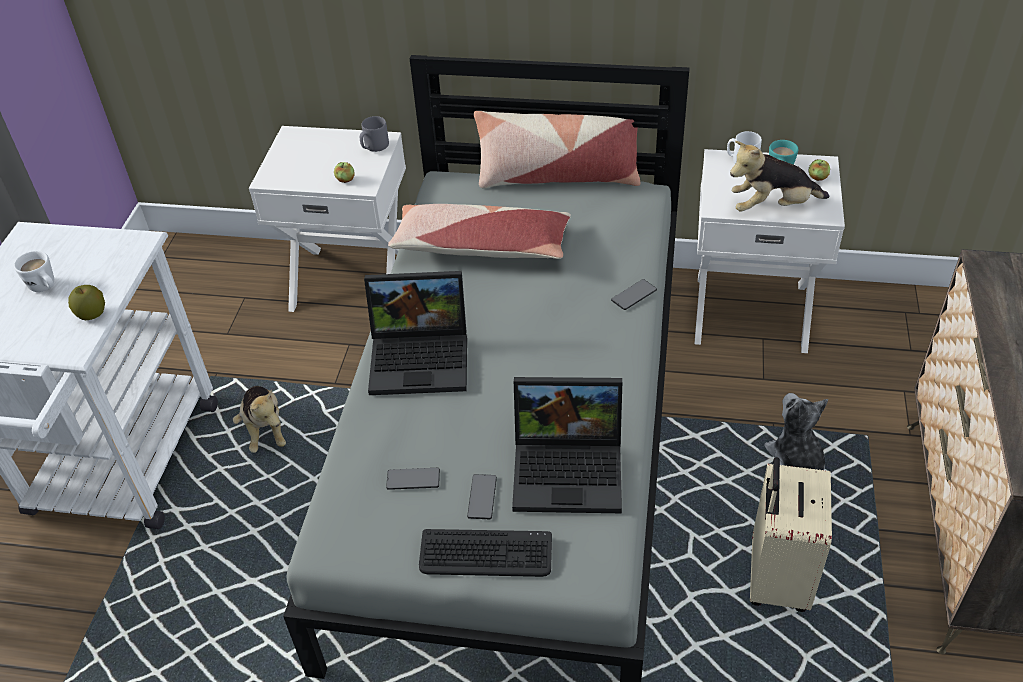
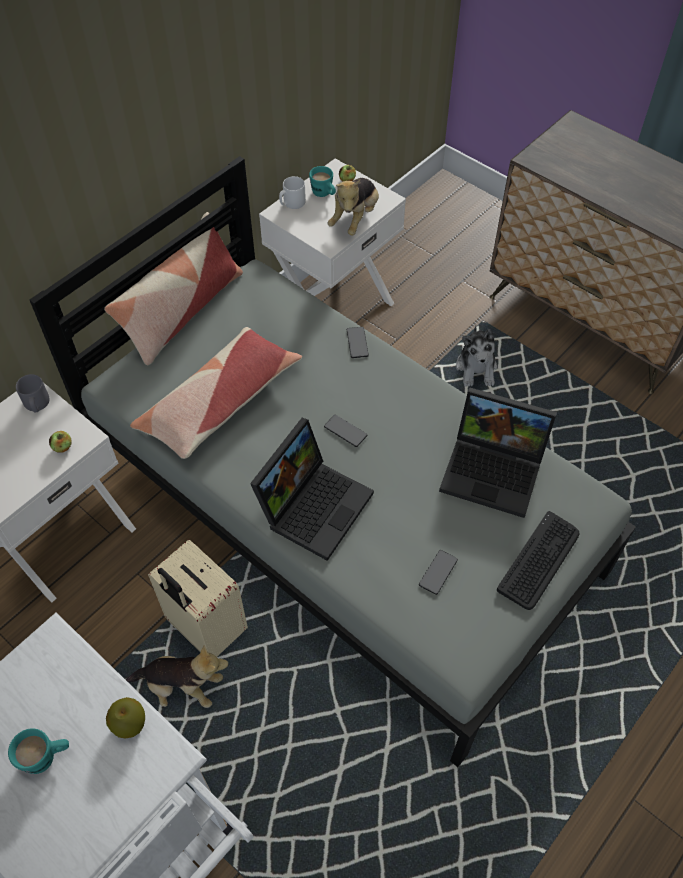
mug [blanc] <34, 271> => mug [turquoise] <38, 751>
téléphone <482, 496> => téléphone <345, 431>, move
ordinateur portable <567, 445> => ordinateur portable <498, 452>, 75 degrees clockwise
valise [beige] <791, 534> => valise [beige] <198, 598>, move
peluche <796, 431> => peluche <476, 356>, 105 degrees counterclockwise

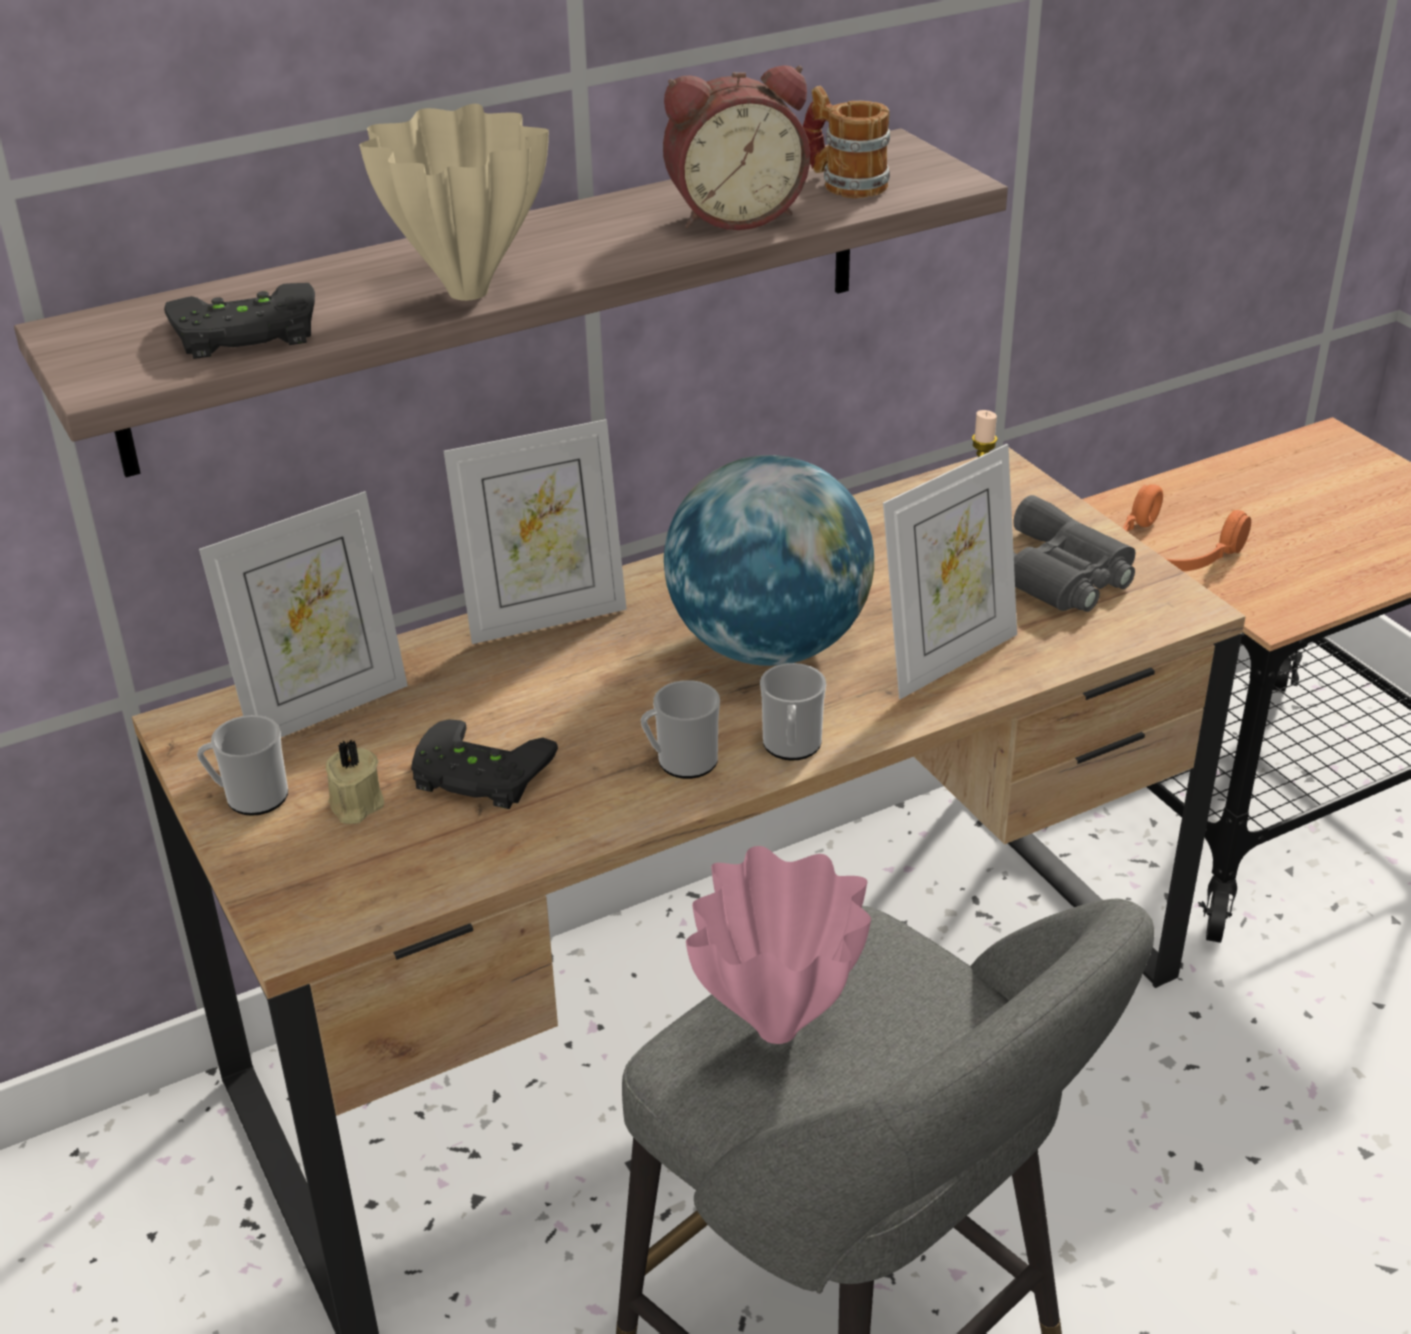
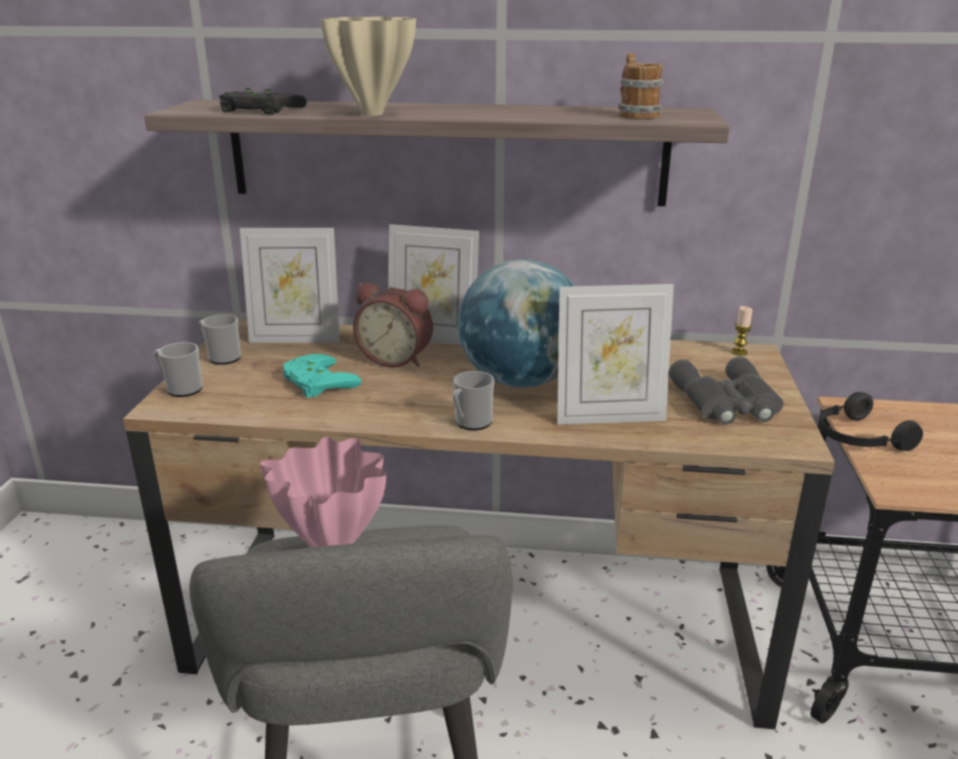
bougie [beige] <355, 781> => nothing
manette [noir] <484, 764> => manette [turquoise] <322, 376>
mug <680, 729> => mug <178, 369>, move
réveil <736, 147> => réveil <393, 325>, move
casque audio [orange] <1187, 527> => casque audio [noir] <870, 421>

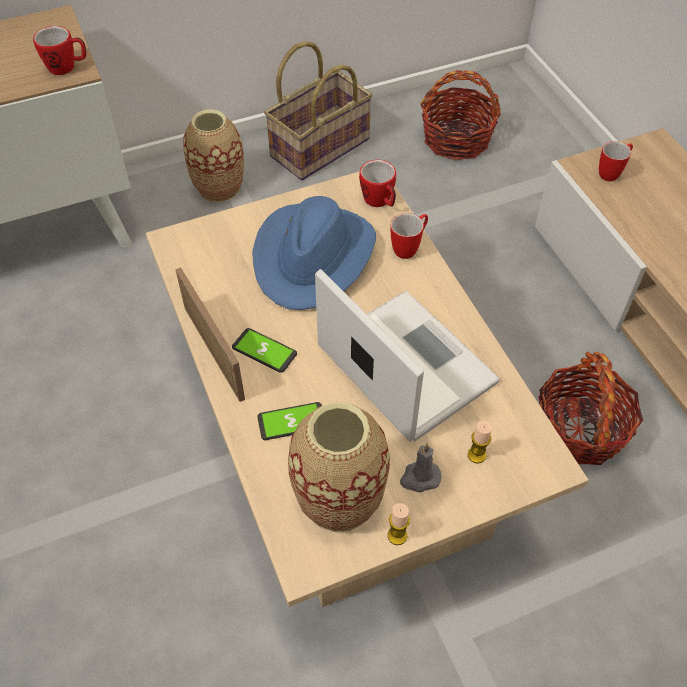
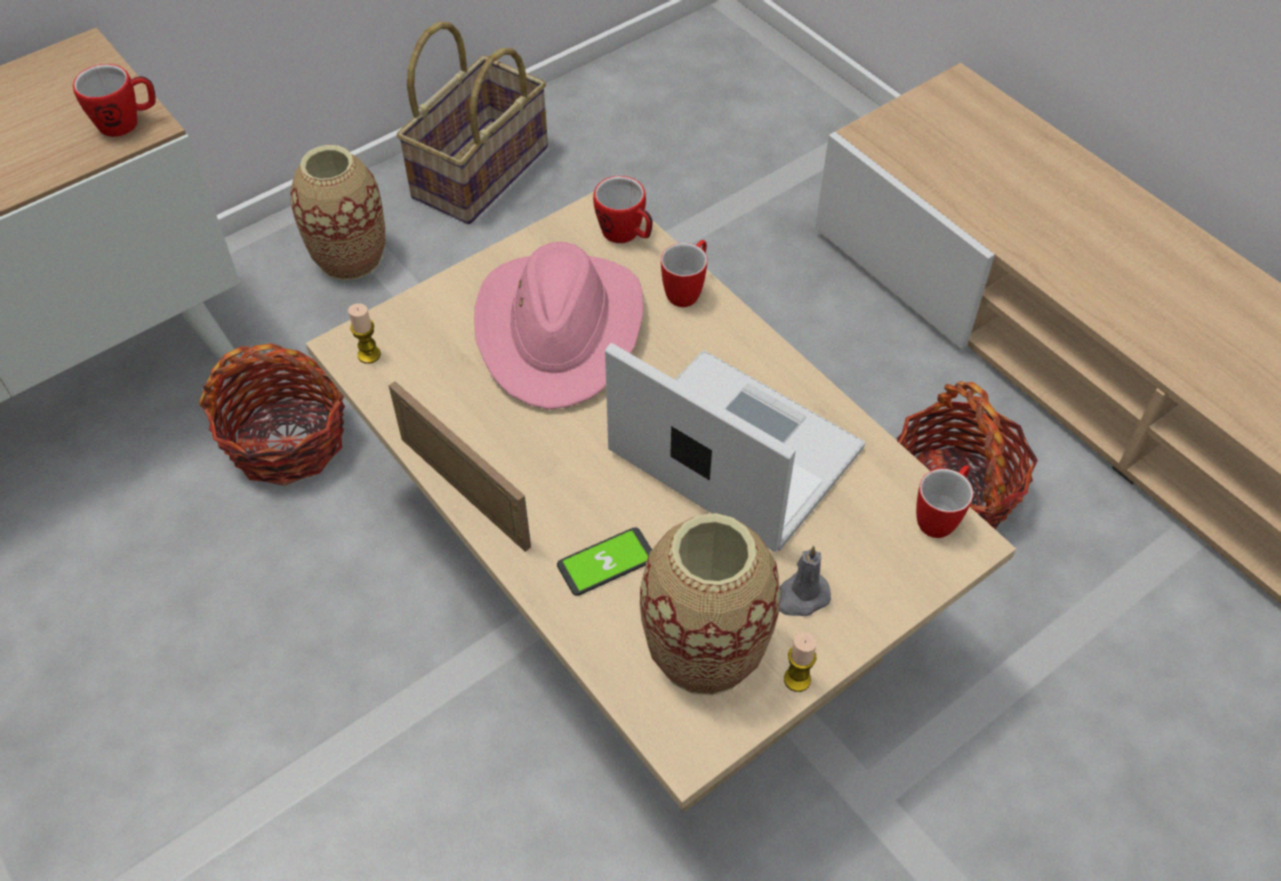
téléphone <264, 350> => nothing
chapeau [bleu] <314, 253> => chapeau [rose] <558, 326>
panier <460, 115> => panier <272, 414>, move
bougie <480, 442> => bougie <364, 333>, move
mug <616, 161> => mug <944, 501>, move

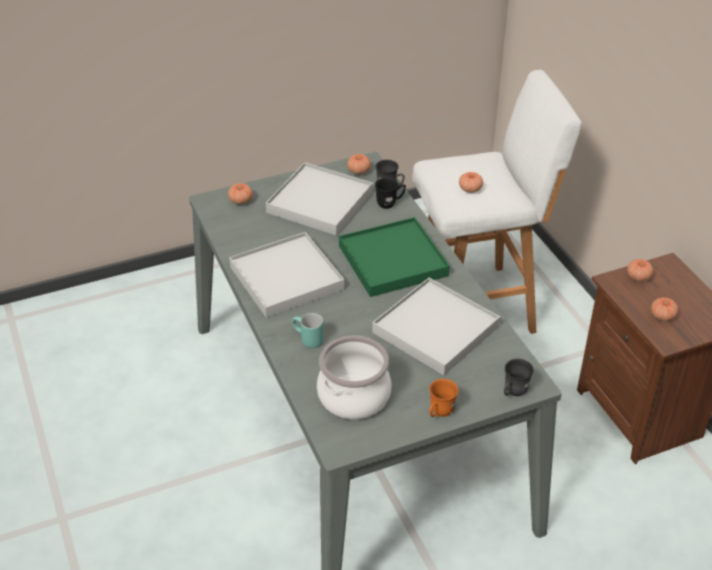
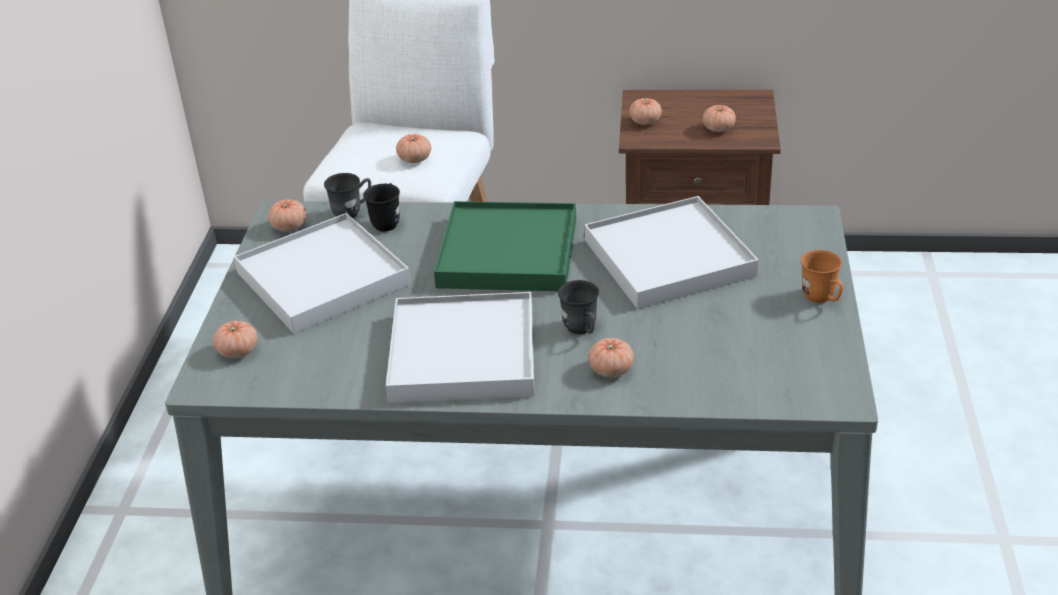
mug [turquoise] <308, 330> => tomate <611, 357>
marmite <354, 377> => nothing
mug [gris] <519, 377> => mug [gris] <578, 307>, move

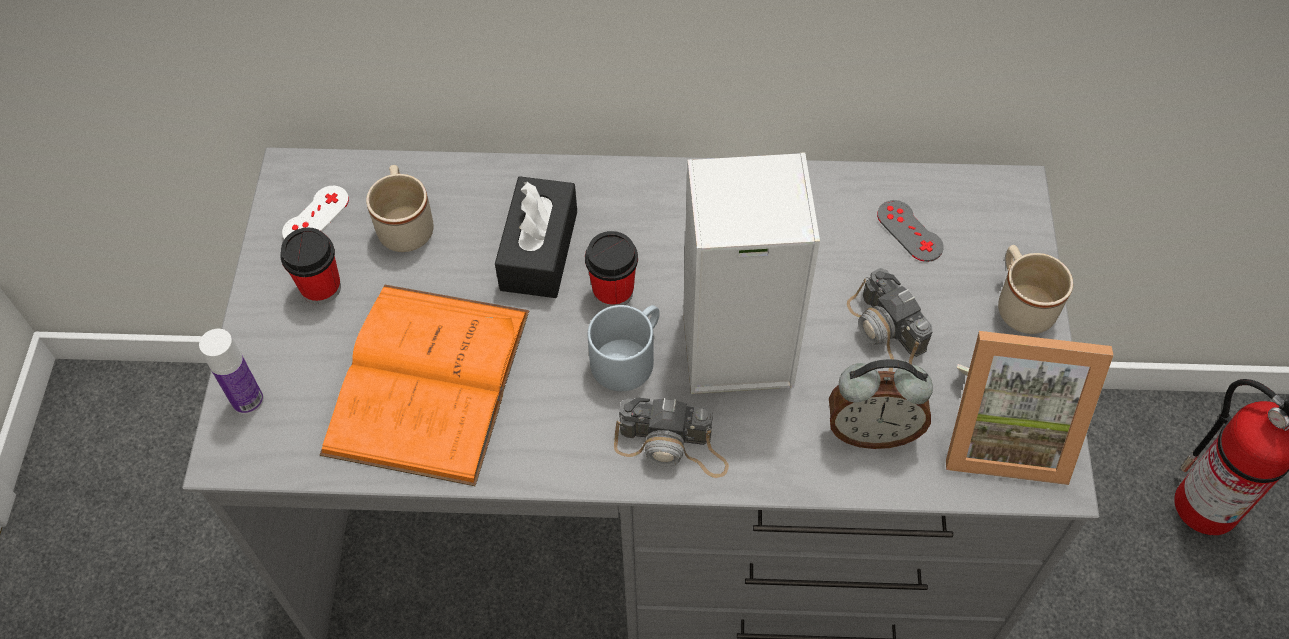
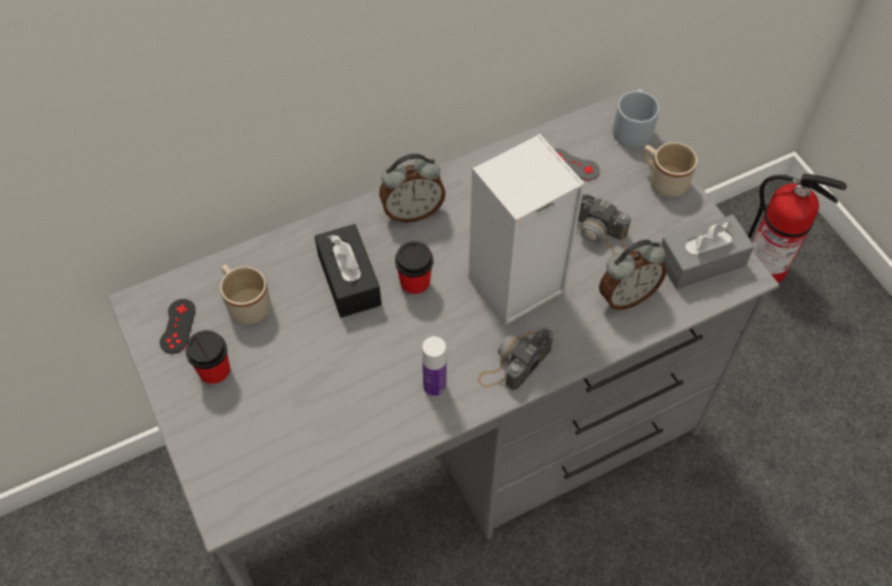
bouteille <231, 372> => bouteille <434, 366>, move
manette [blanc] <315, 212> => manette [noir] <178, 326>
livre [orange] <424, 385> => nothing
mug [gris] <624, 348> => mug [gris] <636, 118>, move
appareil photo <671, 437> => appareil photo <515, 359>, 150 degrees clockwise
cadre photo <1030, 408> => boîte à mouchoirs [gris] <707, 252>
nothing => réveil <412, 188>

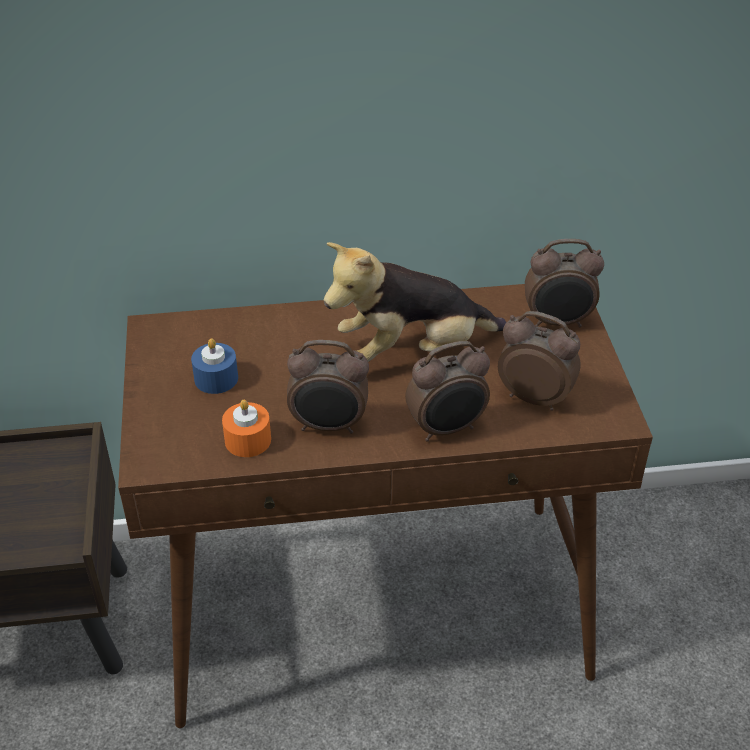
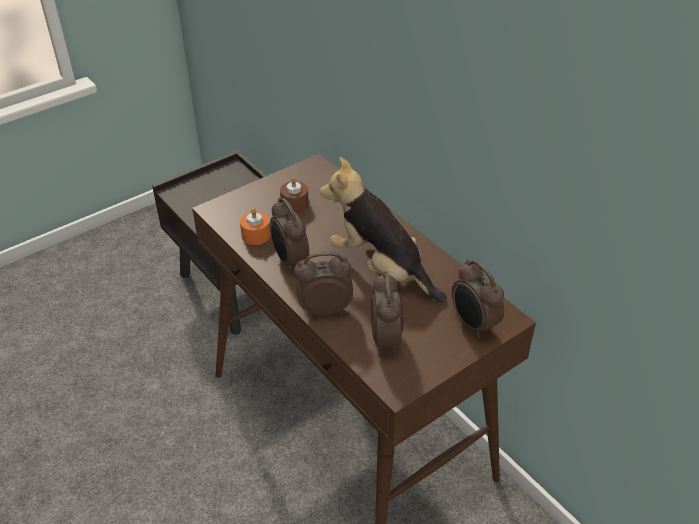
bougie [bleu] <214, 366> => bougie [marron] <294, 195>
réveil <447, 391> => réveil <323, 284>, 135 degrees clockwise

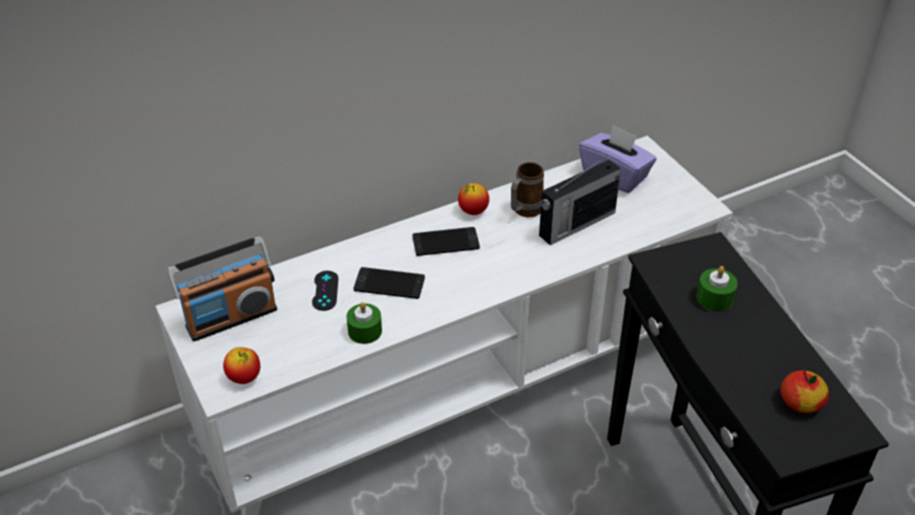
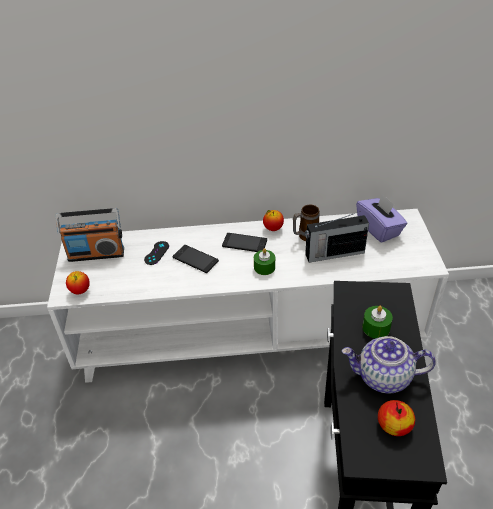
bougie [vert] <364, 323> => bougie [vert] <264, 261>, move
nothing => théière <389, 365>

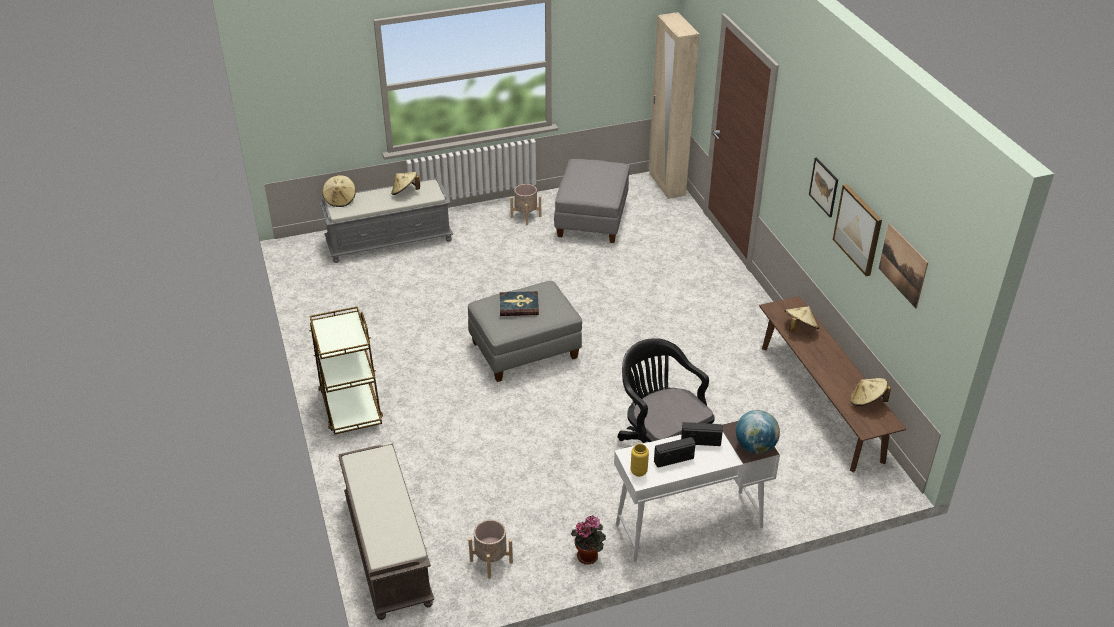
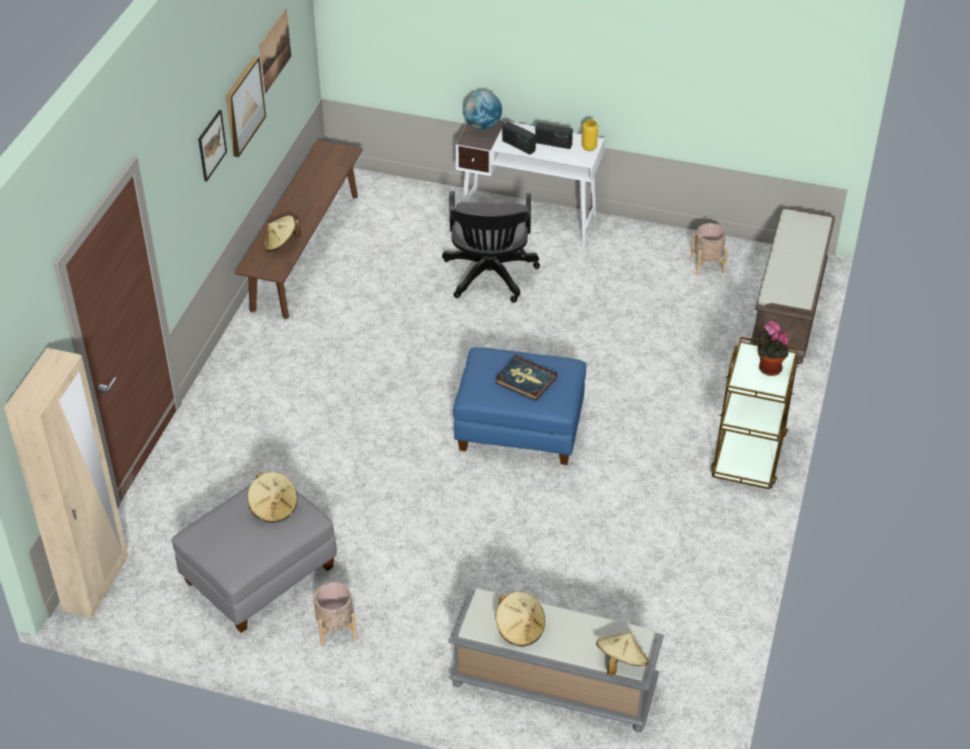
pouf [gris] <525, 331> => pouf [bleu] <519, 406>
plante en pot <588, 540> => plante en pot <771, 348>, move
chapeau [beige] <870, 392> => chapeau [beige] <272, 497>, move

